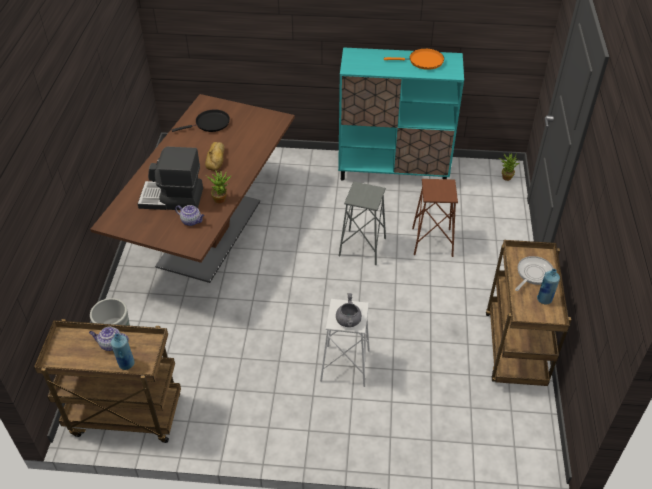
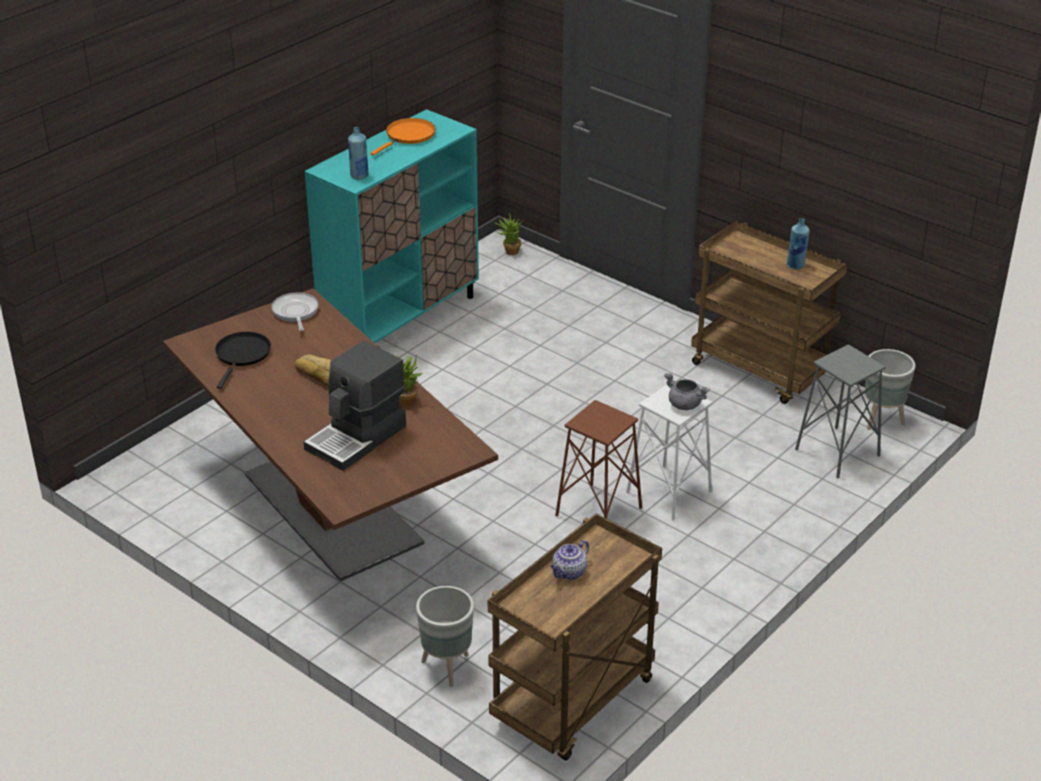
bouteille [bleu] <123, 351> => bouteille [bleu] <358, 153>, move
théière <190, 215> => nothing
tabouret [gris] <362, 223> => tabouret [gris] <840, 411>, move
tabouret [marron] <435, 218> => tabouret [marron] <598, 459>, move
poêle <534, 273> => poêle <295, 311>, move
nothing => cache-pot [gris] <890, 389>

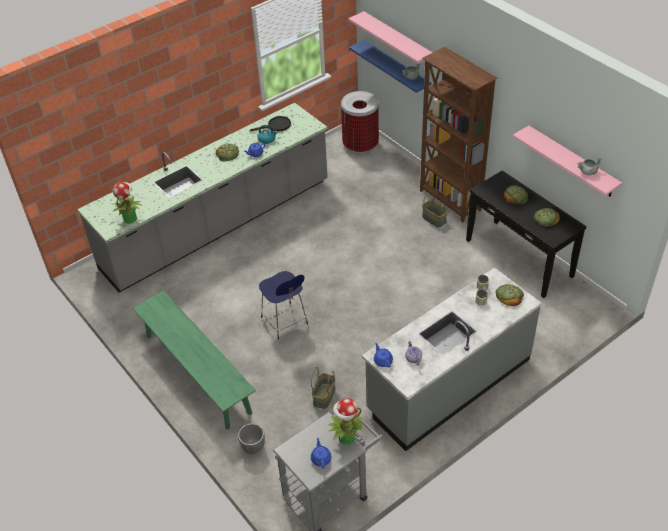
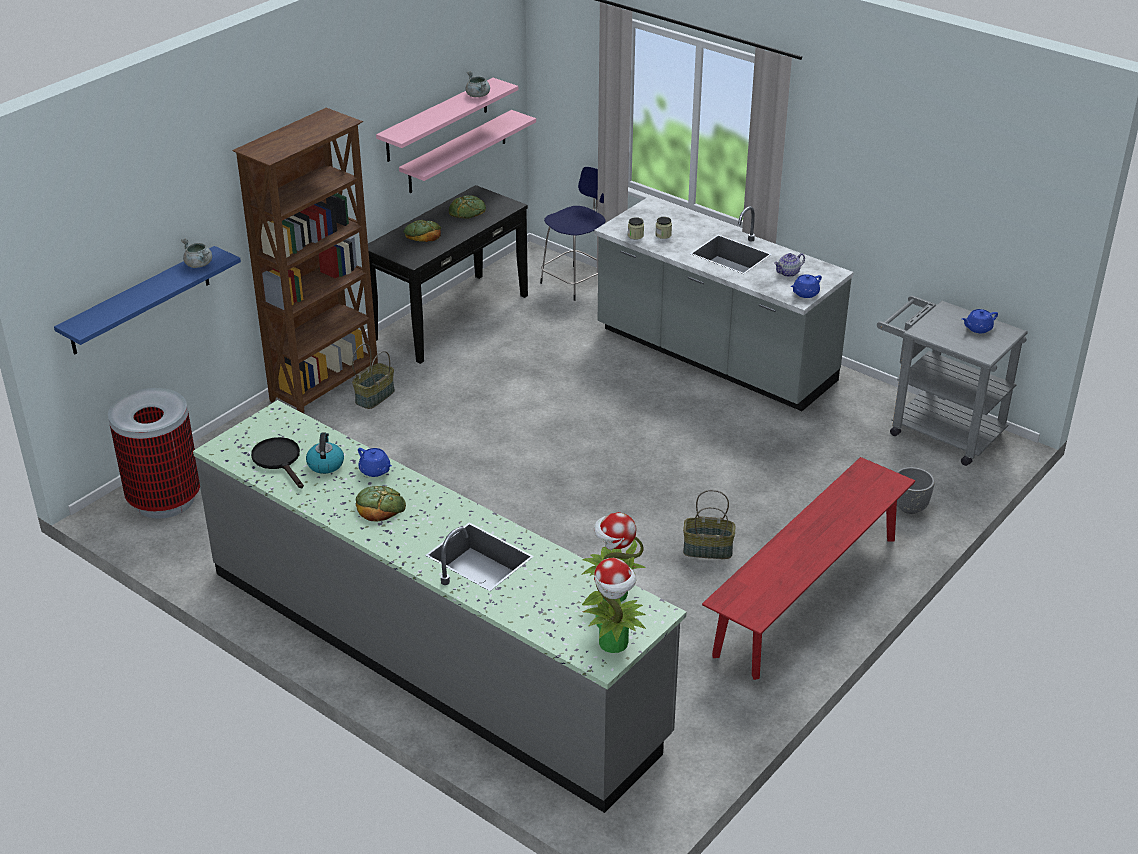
banc [vert] <194, 360> => banc [rouge] <808, 568>
tabouret [bleu] <283, 305> => tabouret [bleu] <573, 234>, move
panier <323, 388> => panier <709, 524>, move
plante en pot <346, 421> => plante en pot <614, 605>, move
étagère [rose] <391, 37> => étagère [rose] <467, 151>, move
pain <510, 295> => nothing

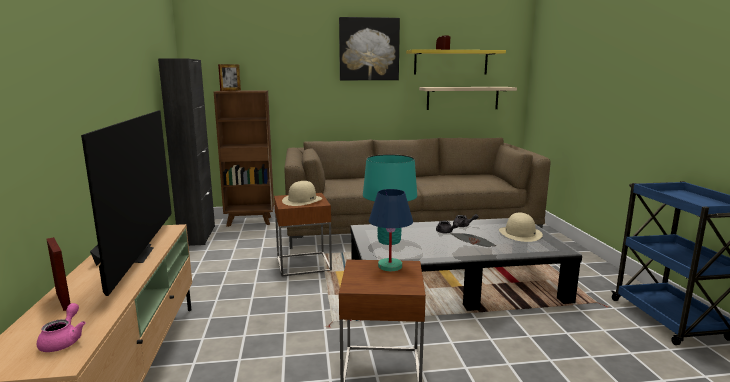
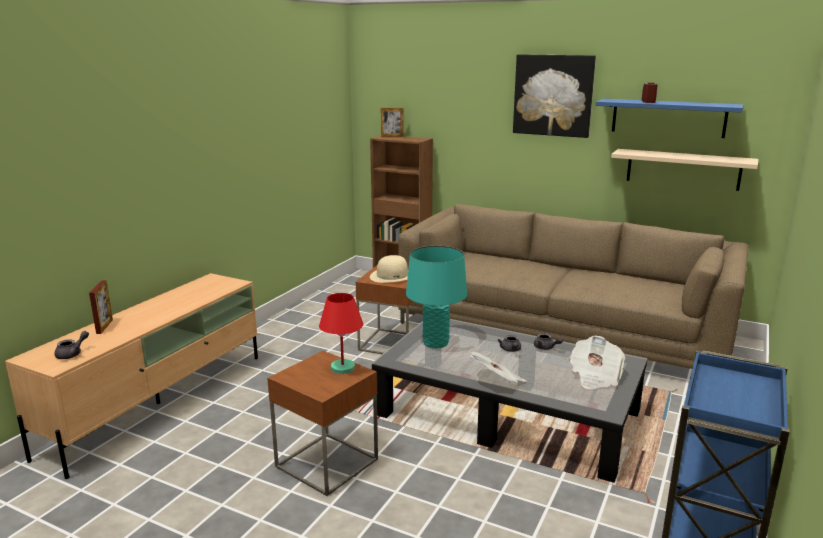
théière [rose] <61, 327> => théière [gris] <71, 345>
téléviseur <126, 203> => nothing
meuble de rangement [noir] <186, 152> => nothing
lampe de table [bleu] <391, 230> => lampe de table [rouge] <341, 333>
étagère [jaune] <456, 61> => étagère [bleu] <669, 118>
chapeau [beige] <521, 227> => journal <597, 362>

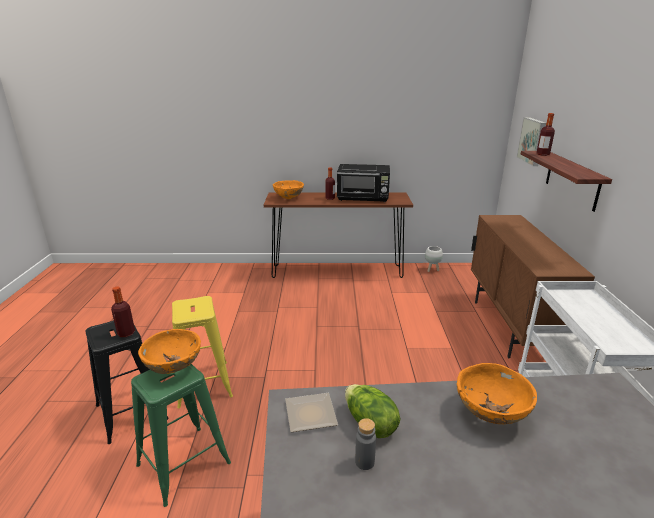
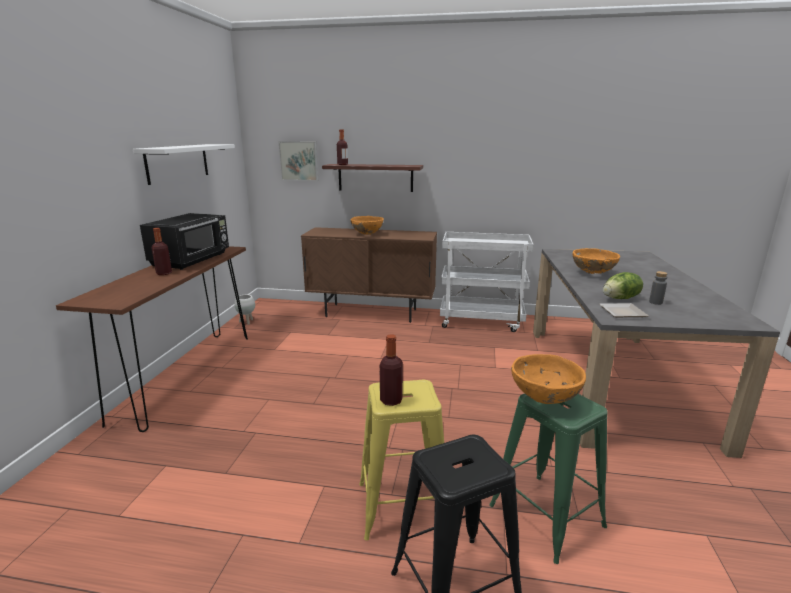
bouteille <123, 312> => bouteille <391, 370>, move
bol [orange] <288, 189> => bol [orange] <367, 225>, move
nothing => étagère [blanc] <184, 164>

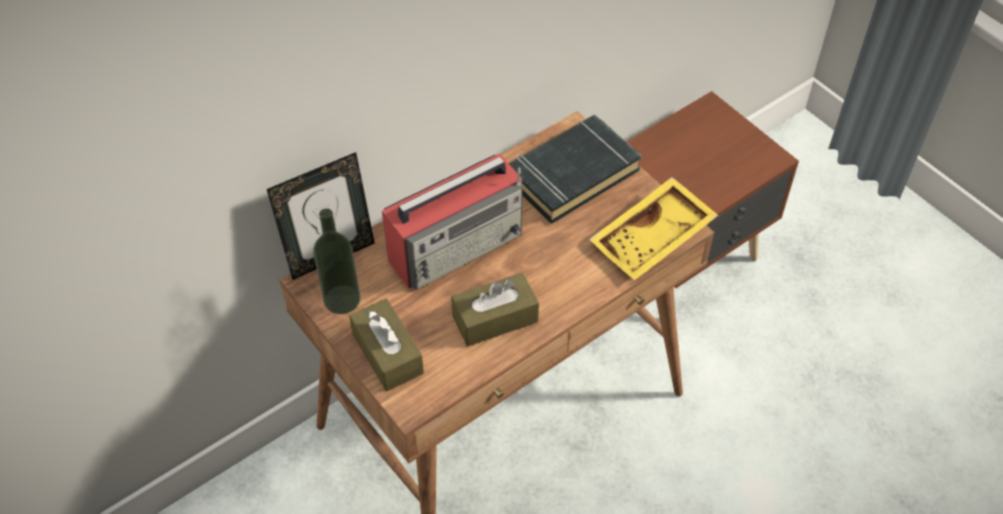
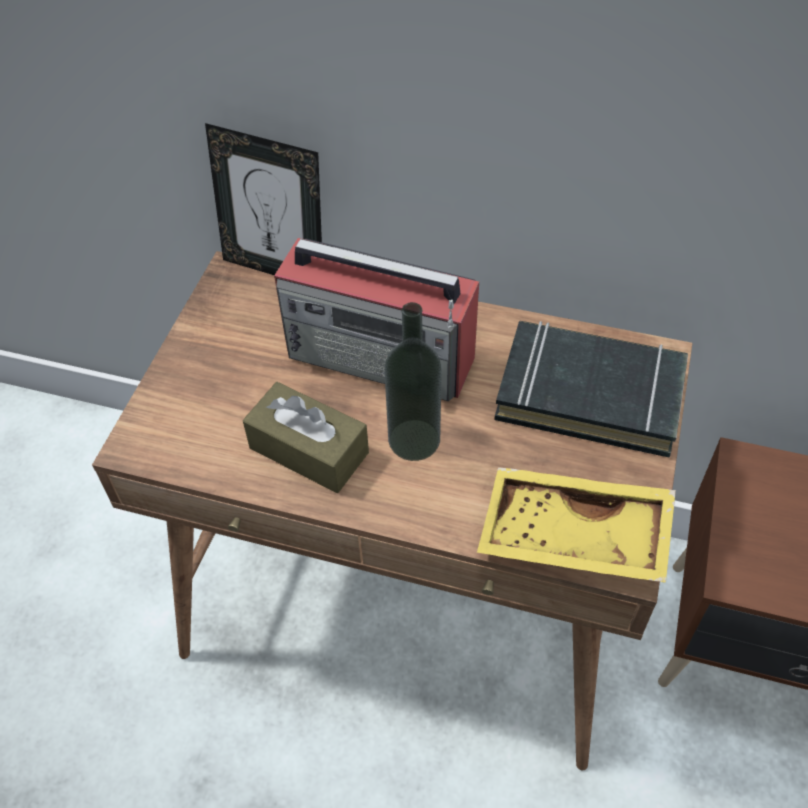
bouteille <336, 261> => bouteille <413, 381>, move
boîte à mouchoirs [marron] <386, 345> => nothing

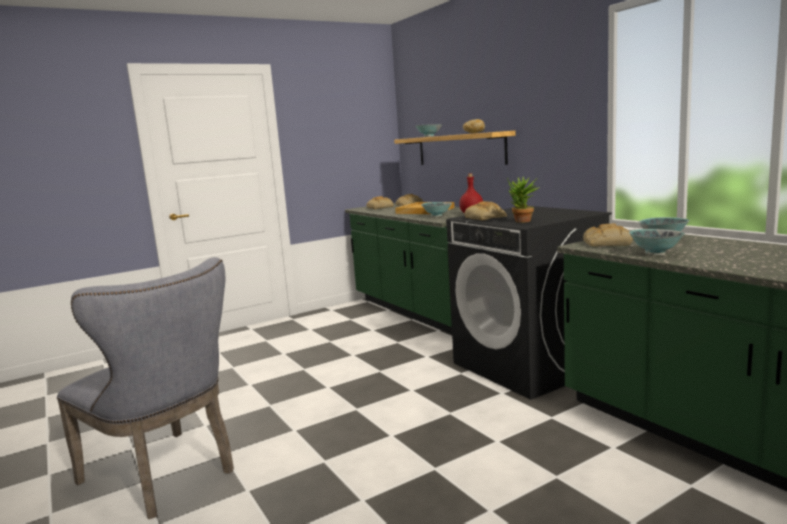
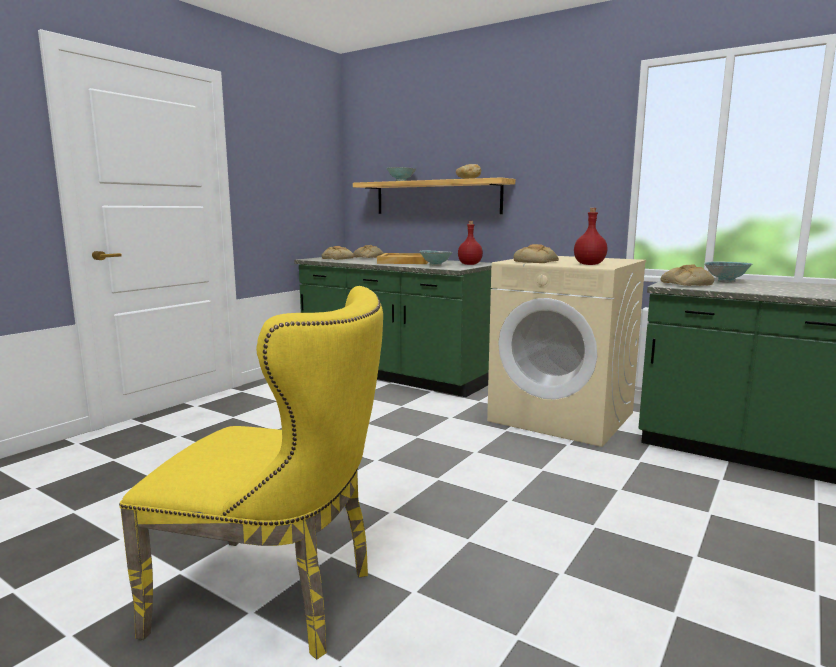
chaise [gris] <145, 388> => chaise [jaune] <251, 473>
lave-linge [noir] <529, 303> => lave-linge [beige] <566, 351>
plante en pot <523, 199> => bouteille [rouge] <590, 236>
bol <657, 242> => nothing

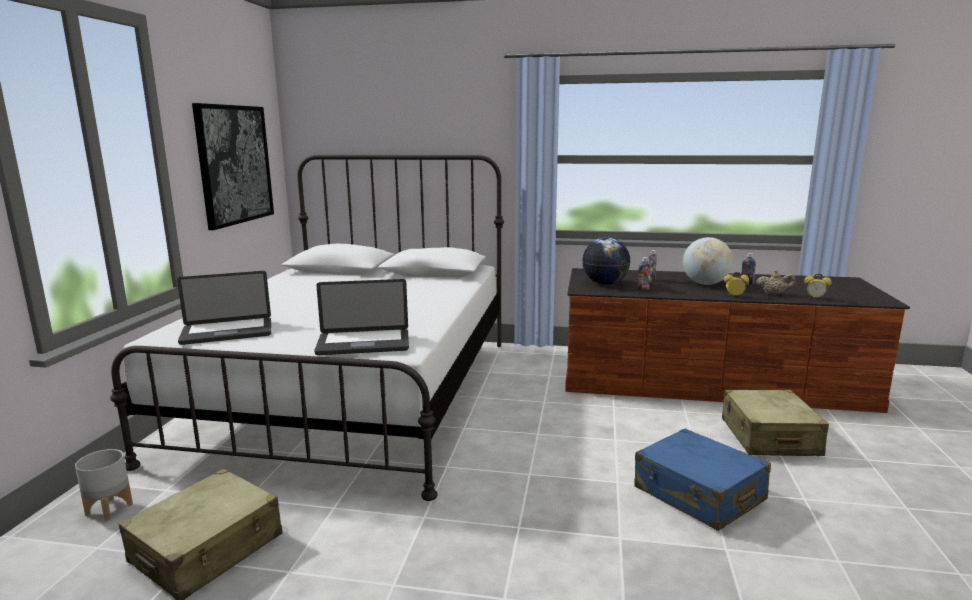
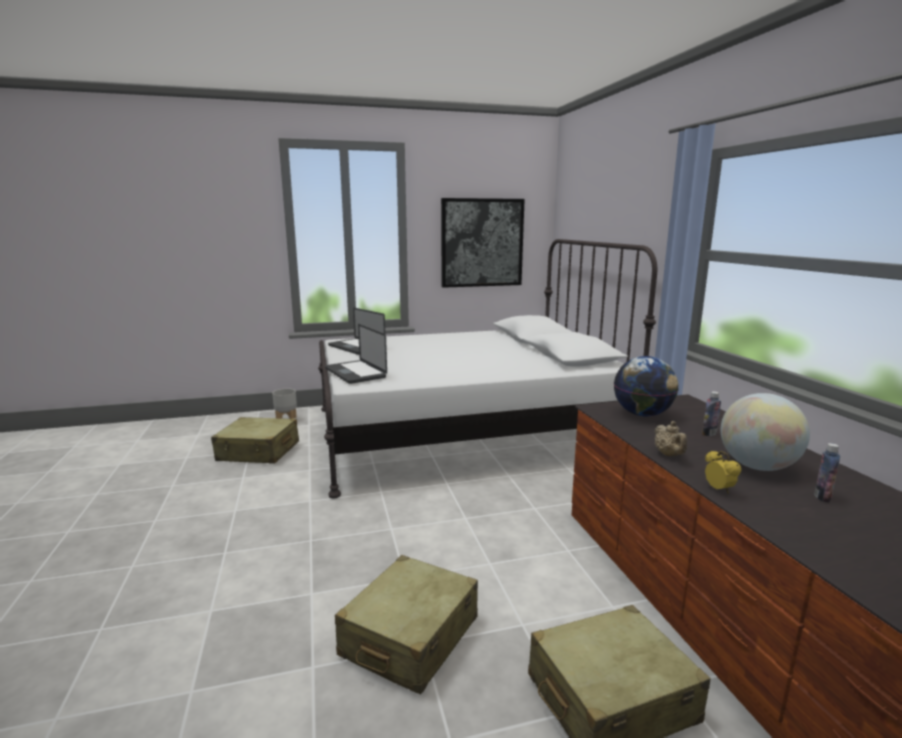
valise [bleu] <703, 479> => valise [beige] <406, 625>
bouteille <644, 273> => nothing
théière [beige] <776, 282> => théière [beige] <670, 438>, move
réveil <818, 287> => nothing

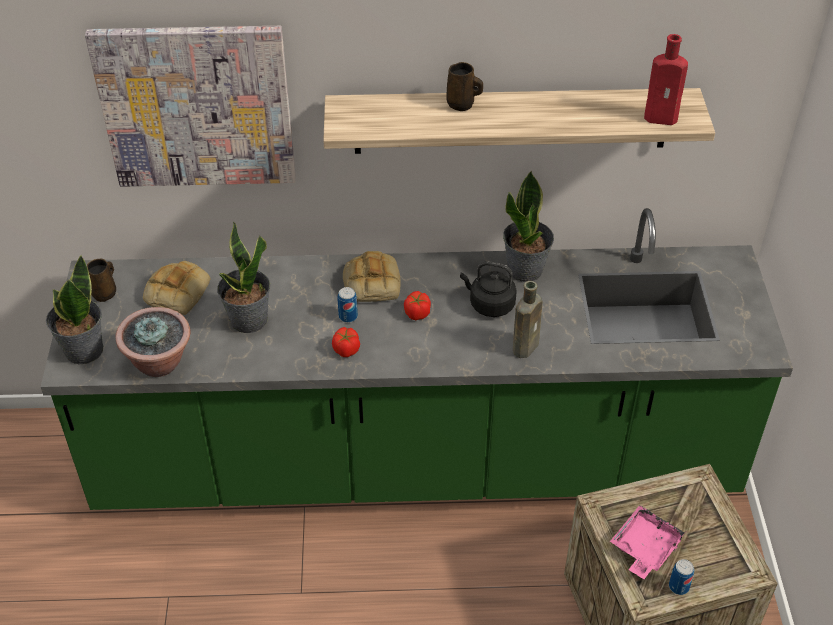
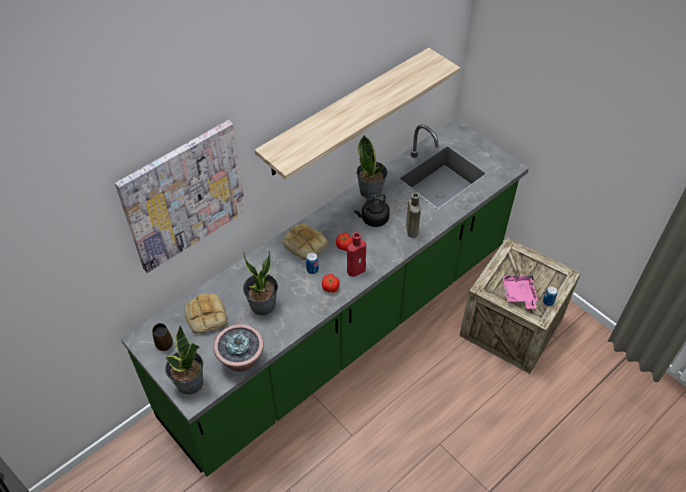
mug [marron] <464, 86> => nothing
bouteille [rouge] <666, 79> => bouteille [rouge] <356, 254>, move

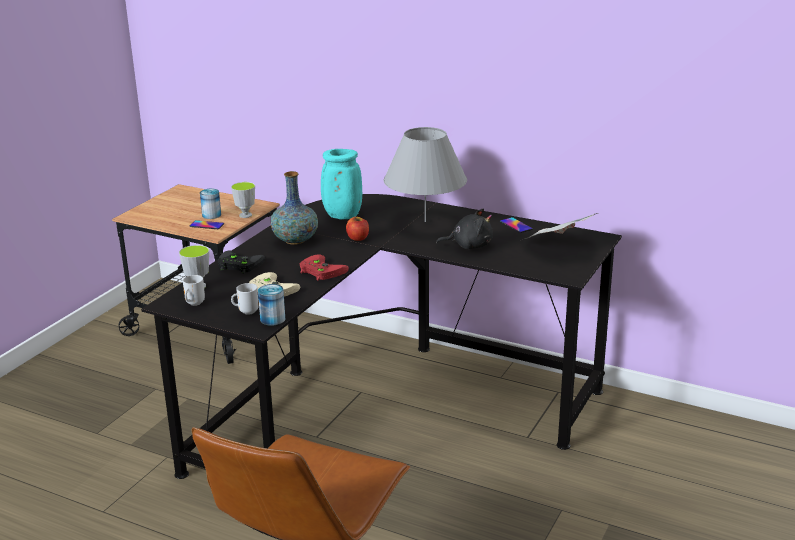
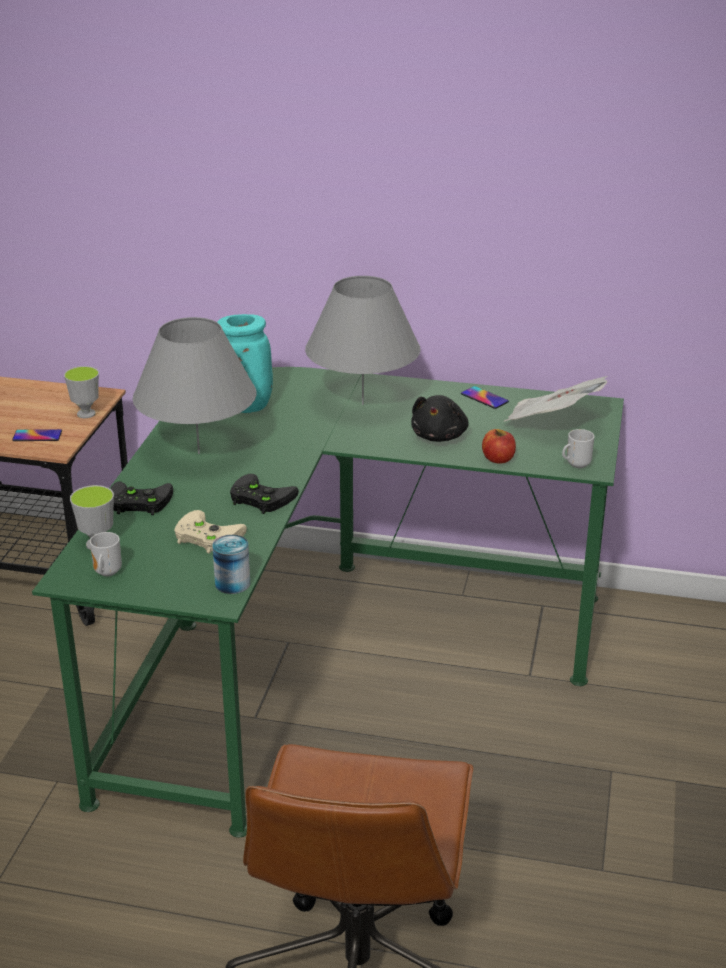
bureau [noir] <381, 336> => bureau [vert] <328, 602>
boîte métallique <210, 204> => nothing
mug <245, 299> => mug <578, 448>, move
vase <294, 208> => lampe de table [gris] <194, 385>
manette [rouge] <324, 267> => manette [noir] <264, 494>
pomme <357, 228> => pomme <499, 446>, move
peluche [noir] <464, 229> => peluche [noir] <440, 418>, 120 degrees clockwise

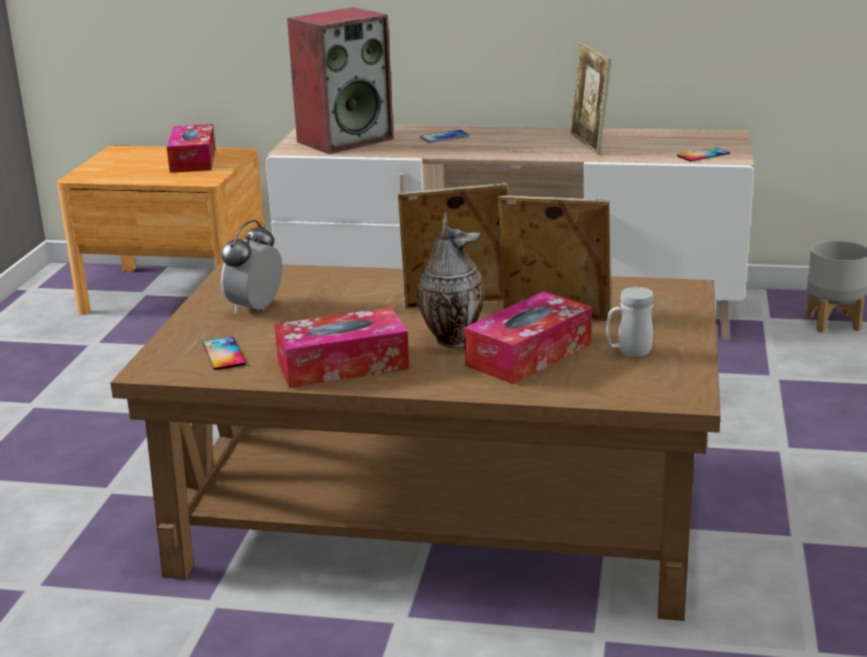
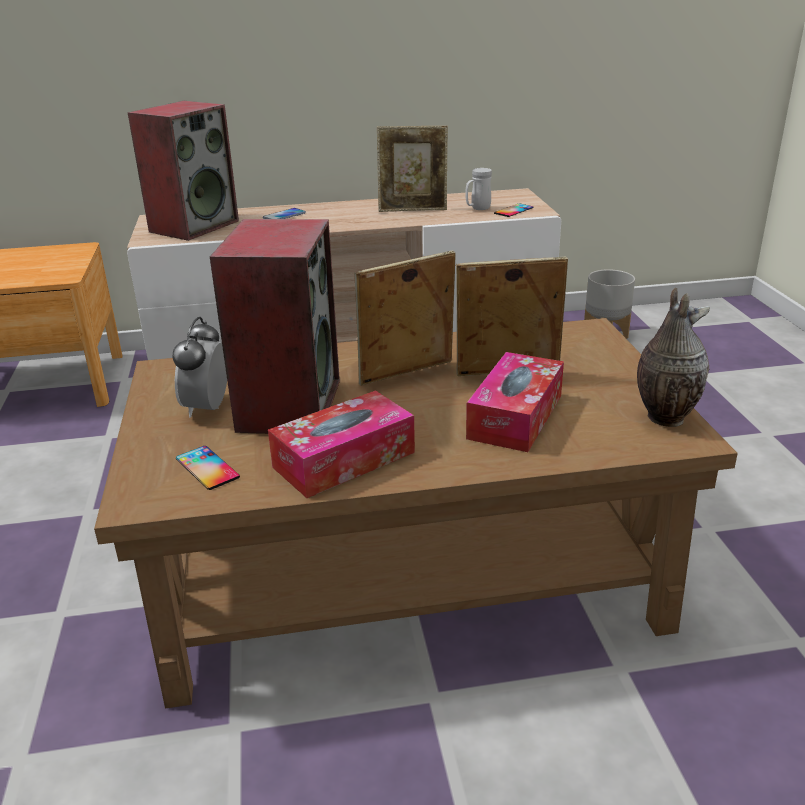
boîte à mouchoirs <191, 148> => nothing
vase <450, 279> => vase <673, 357>, move
cadre photo <590, 98> => cadre photo <412, 169>, 60 degrees counterclockwise
mug [blanc] <630, 322> => mug [blanc] <478, 189>, move
nothing => enceinte <275, 326>

